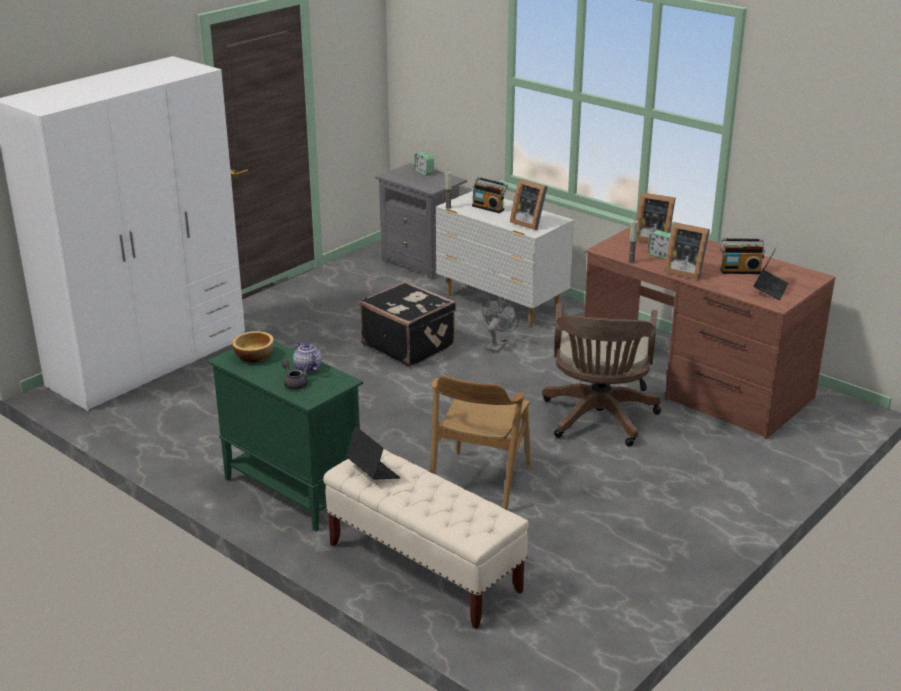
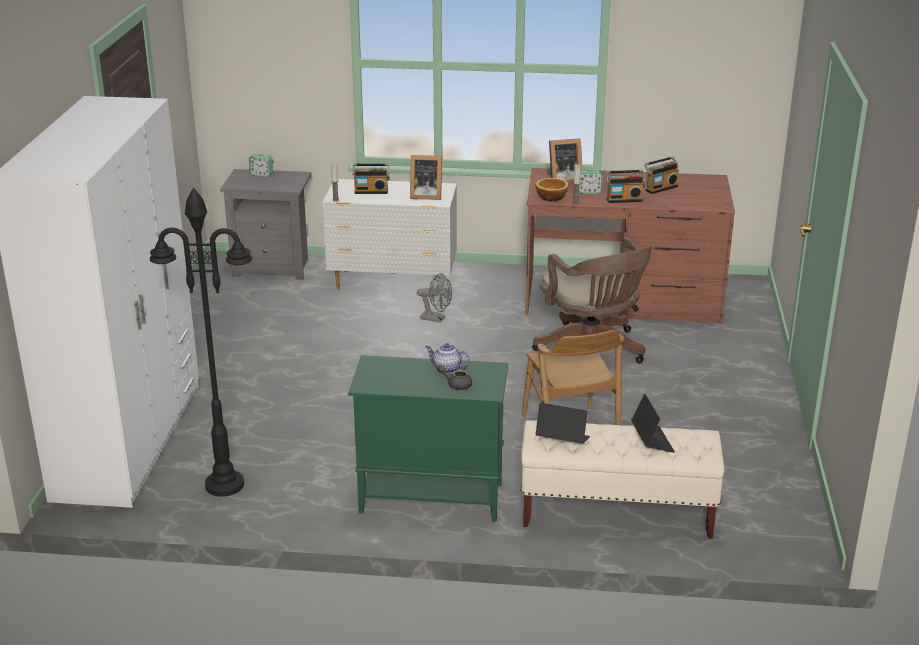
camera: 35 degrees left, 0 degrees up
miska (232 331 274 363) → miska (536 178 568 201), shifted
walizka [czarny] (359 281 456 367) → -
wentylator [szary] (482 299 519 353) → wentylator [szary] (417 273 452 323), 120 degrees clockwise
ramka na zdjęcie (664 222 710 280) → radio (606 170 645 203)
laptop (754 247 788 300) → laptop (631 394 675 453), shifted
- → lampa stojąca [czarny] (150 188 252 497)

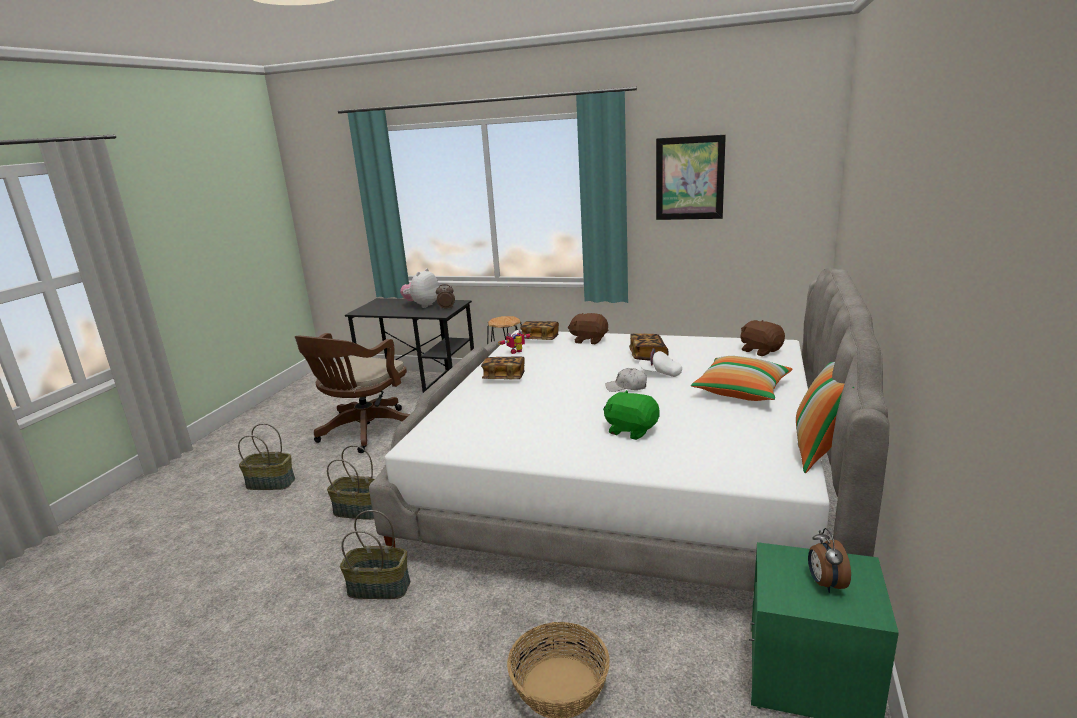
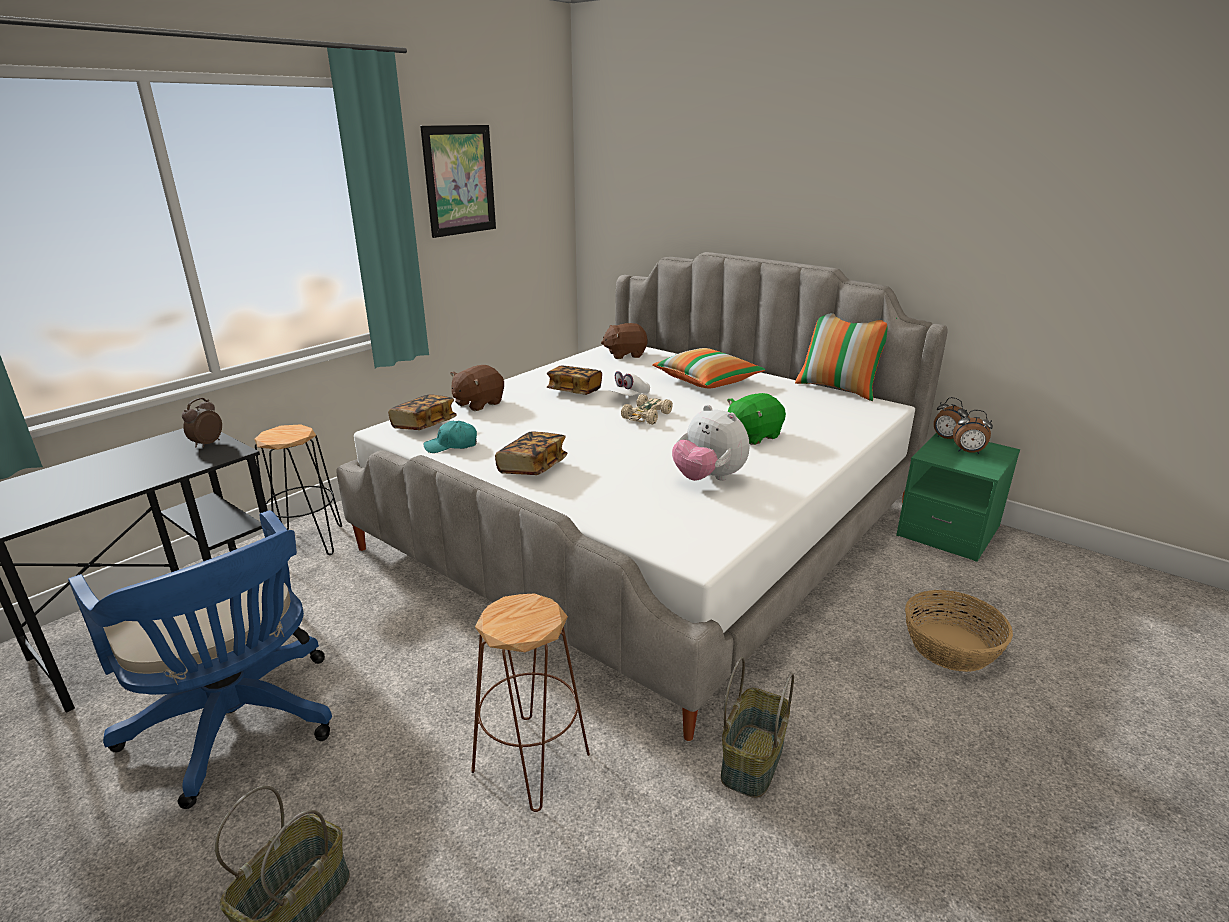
camera: 70 degrees left, 5 degrees up
krzesło biurowe [brązowy] (295 333 410 453) → krzesło biurowe [niebieski] (68 510 332 809)
koszyk (327 445 374 520) → stołek [brązowy] (472 593 590 812)
pluszak (400 268 439 308) → pluszak (672 405 749 481), shifted
robot zabawkowy (498 330 532 354) → czapka z daszkiem [turkusowy] (423 421 477 453)
czapka z daszkiem [biały] (605 368 647 392) → samochodzik [beżowy] (621 394 673 425)
- → budzik (934 397 970 439)

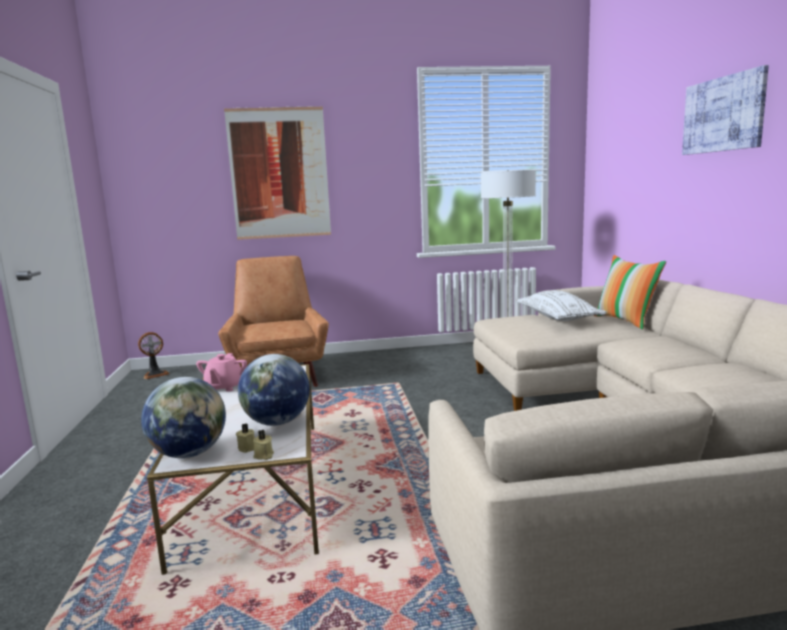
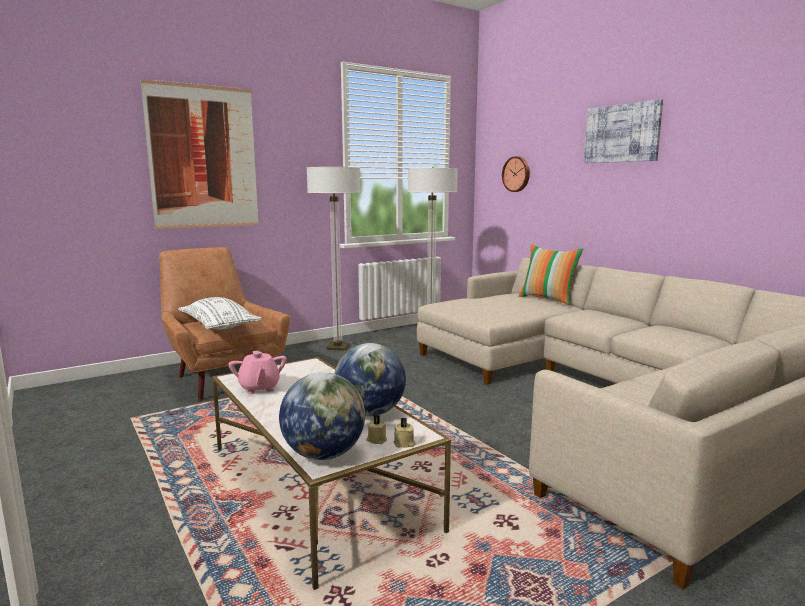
camera: 25 degrees left, 0 degrees up
wentylator (138 332 170 379) → -
poduszka [biały] (515 290 607 321) → poduszka [biały] (178 297 262 329), shifted
- → lampa stojąca (306 166 361 350)
- → zegar ścienny (502 156 530 192)

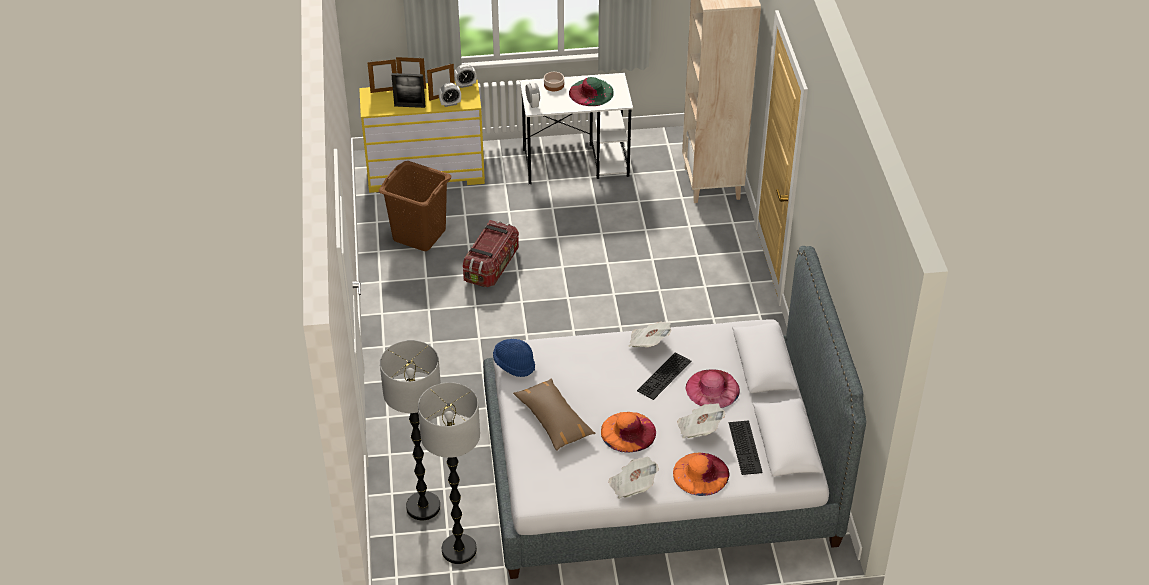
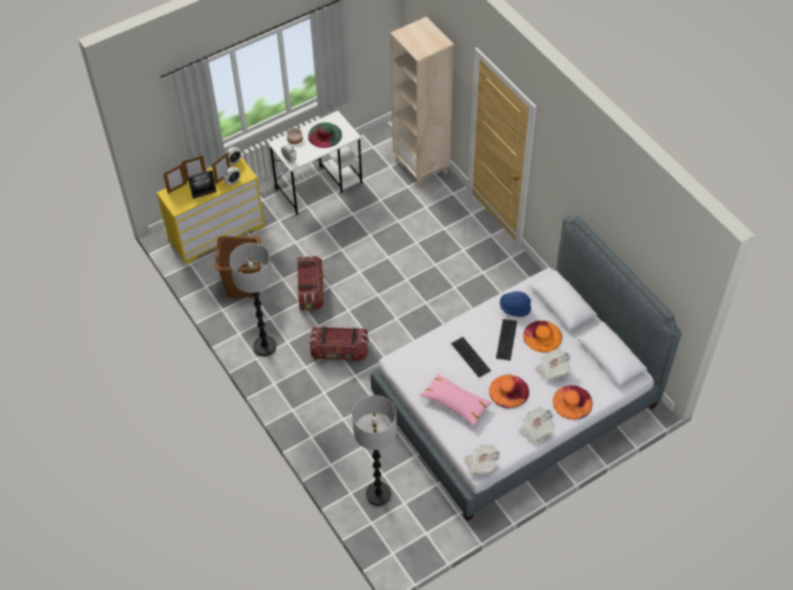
camera: 25 degrees left, 10 degrees up
lampa stojąca (418 382 480 564) → lampa stojąca (229 243 276 356), shifted
kapelusz [niebieski] (493 339 535 377) → kapelusz [niebieski] (500 291 531 317), shifted
poduszka [brązowy] (513 378 596 451) → poduszka [różowy] (420 373 492 426)
gazeta (629 321 671 347) → gazeta (464 445 500 475), shifted
kapelusz [różowy] (686 370 740 408) → kapelusz [pomarańczowy] (523 321 562 352)
klawiatura (729 420 763 475) → klawiatura (451 337 491 377), shifted
- → pojemnik do przechowywania (309 327 368 361)

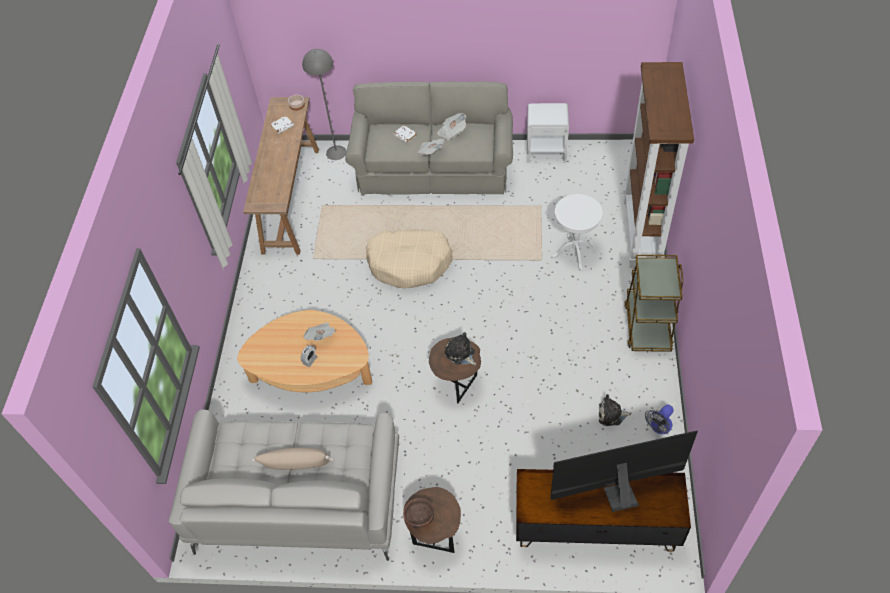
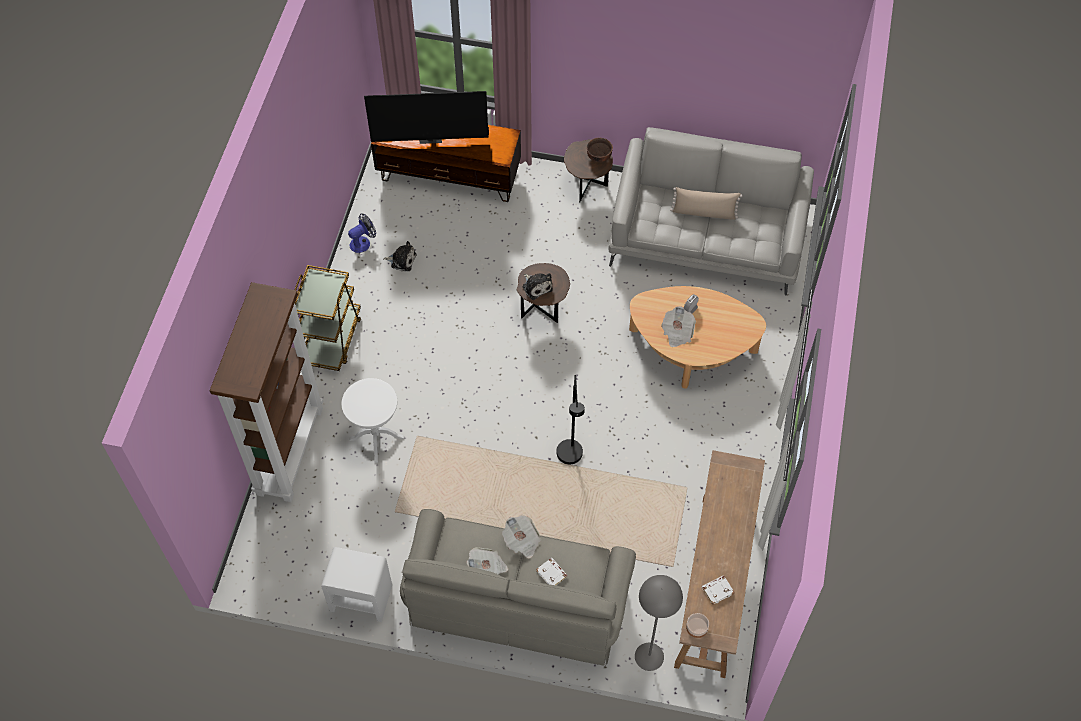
camera: 175 degrees left, 5 degrees up
legowisko [beżowy] (366 229 452 289) → lampa stojąca [czarny] (557 375 585 464)

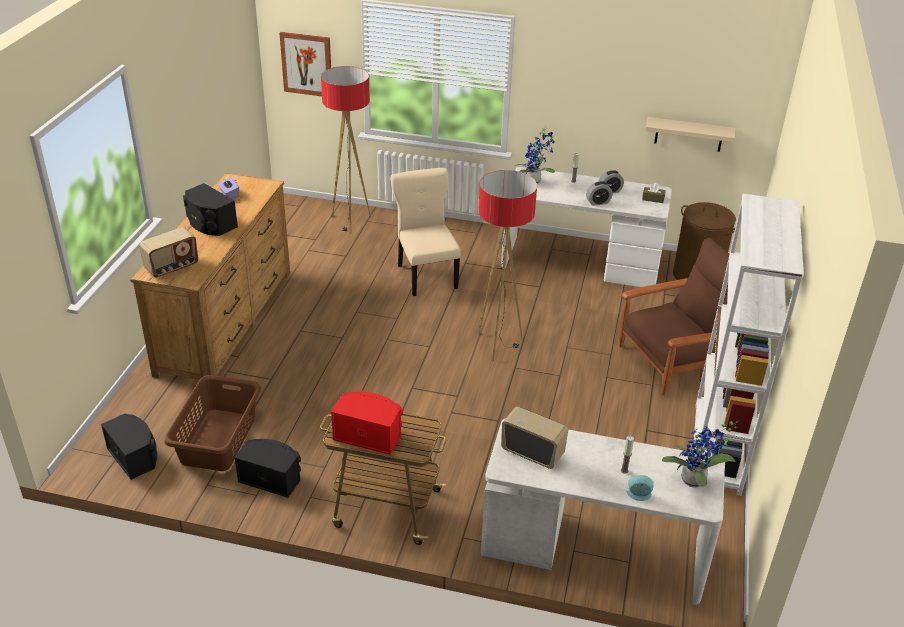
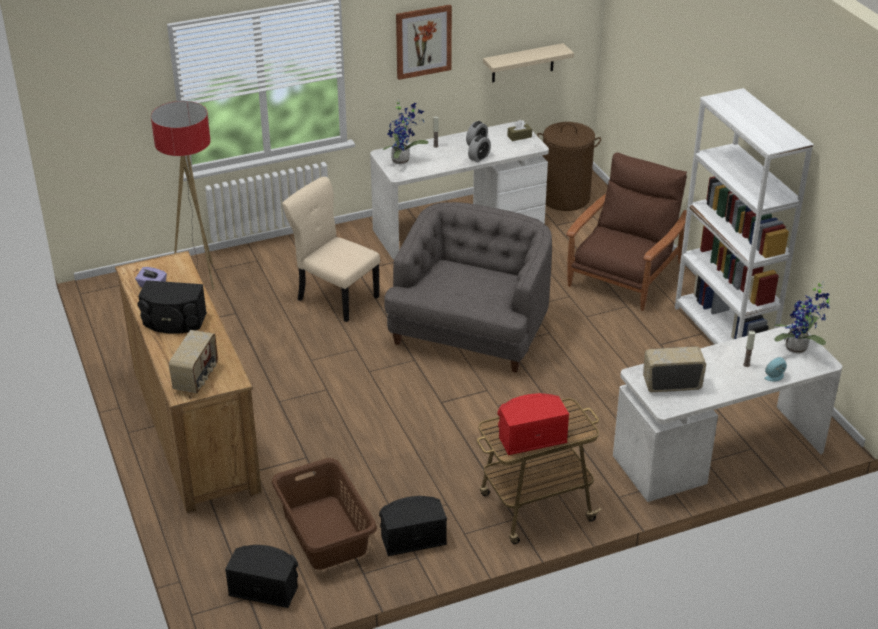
camera: 35 degrees left, 0 degrees up
obraz (279 32 331 96) → obraz (396 5 452 80), shifted
lampa stojąca (478 170 537 361) → fotel [szary] (384 202 552 373)

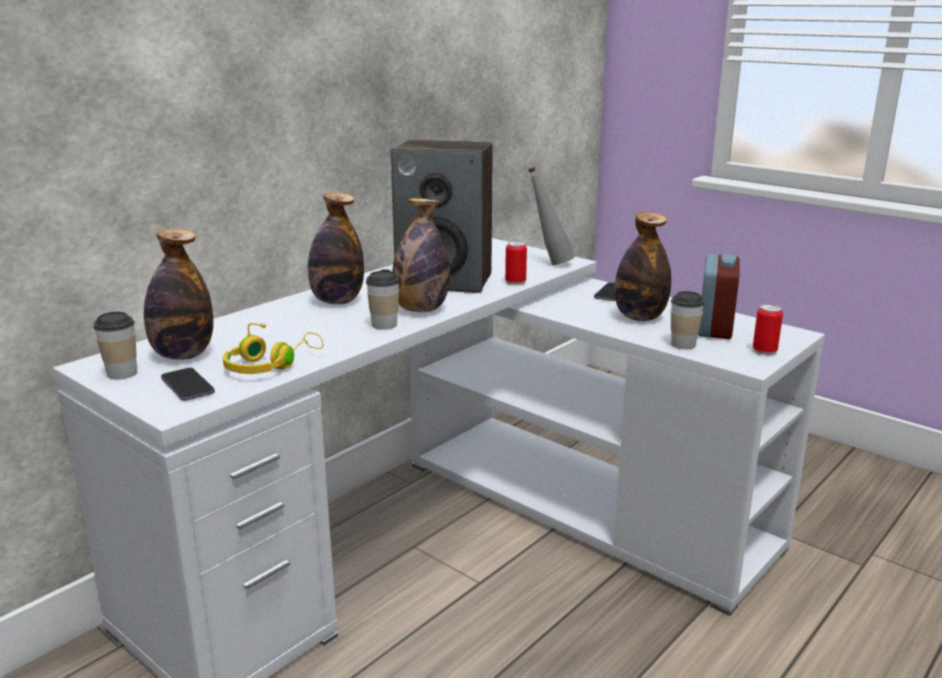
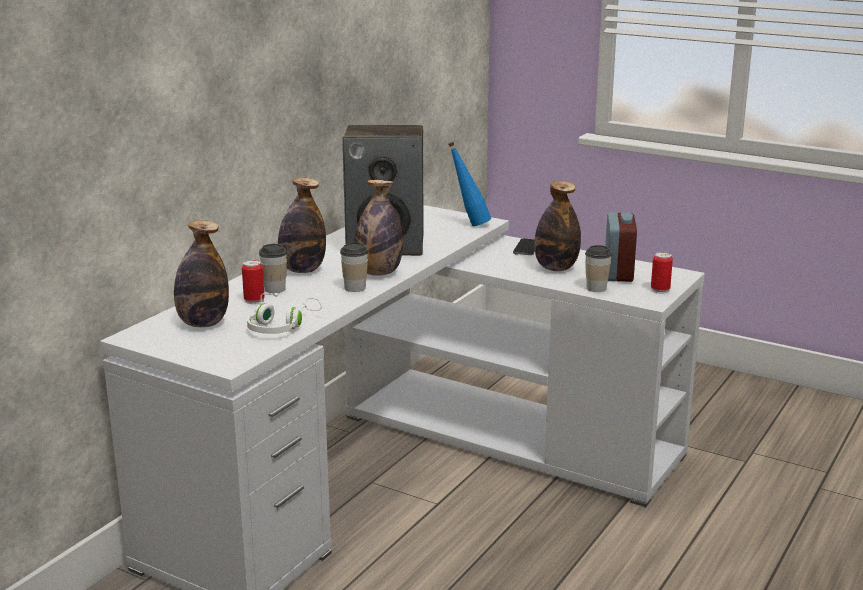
camera: 10 degrees left, 0 degrees up
filiżanka (93 312 137 380) → filiżanka (259 244 287 293), shifted
telefon (161 368 215 401) → -
słuchawki [żółty] (223 323 323 374) → słuchawki [biały] (247 293 322 334)
puszka (505 241 527 286) → puszka (242 260 265 304), shifted
butelka [szary] (528 167 574 265) → butelka [niebieski] (448 141 491 226)

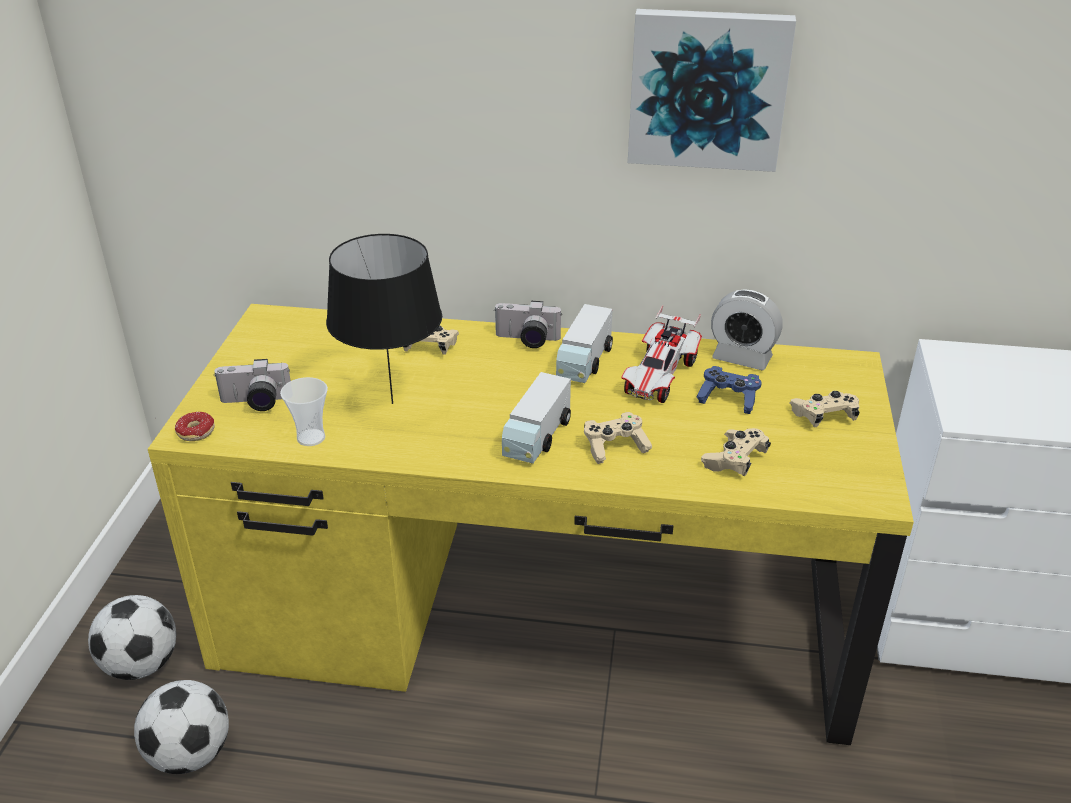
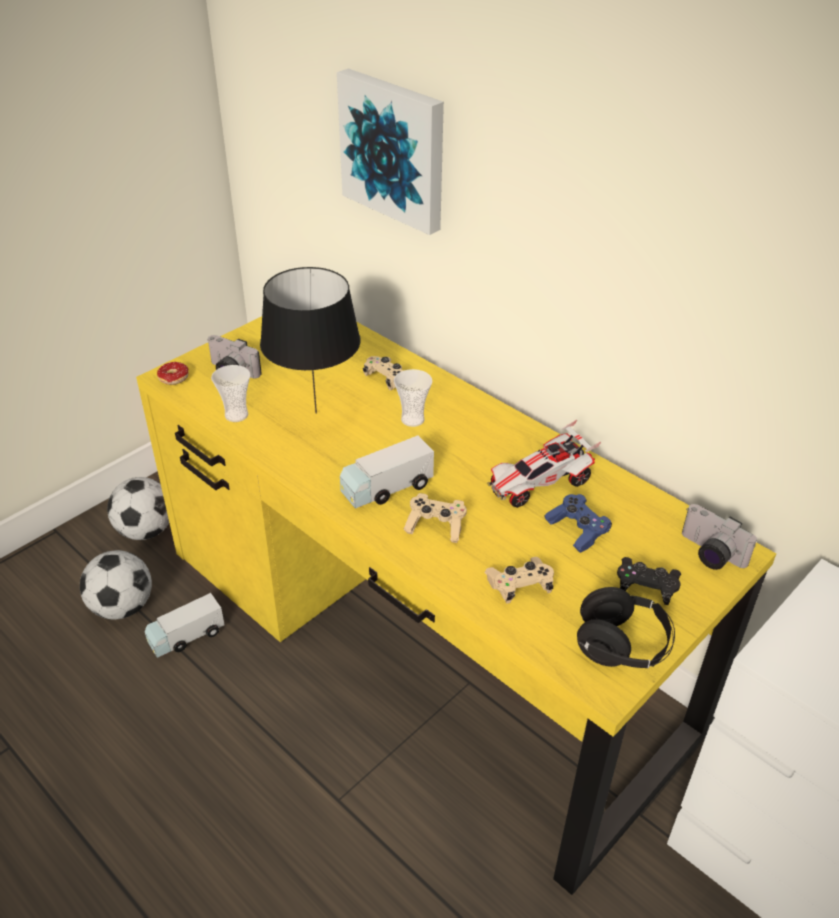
camera: 35 degrees right, 5 degrees up
aparat fotograficzny (494 301 562 348) → aparat fotograficzny (682 504 757 570), shifted
ciężarówka zabawkowa (556 304 613 383) → ciężarówka zabawkowa (145 593 225 658), shifted
obraz (628 9 796 172) → obraz (337 69 444 235), shifted
budzik (711 289 783 370) → -
pad do gier [beżowy] (790 391 859 427) → pad do gier [czarny] (617 557 681 605)
- → filiżanka (394 369 433 427)
- → słuchawki [czarny] (577 587 675 668)

